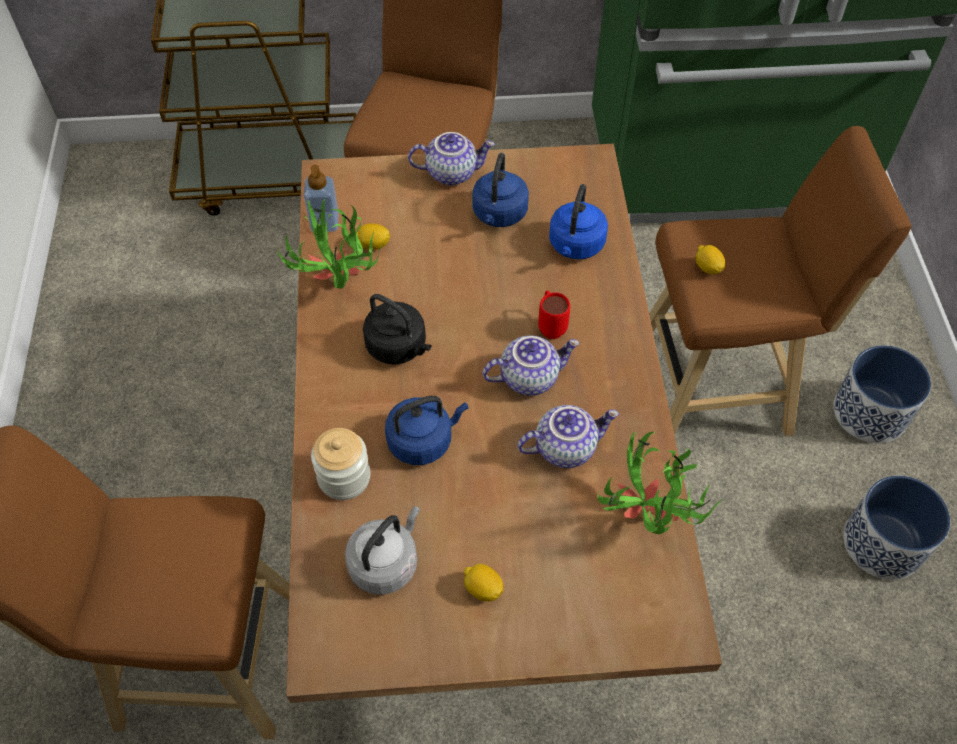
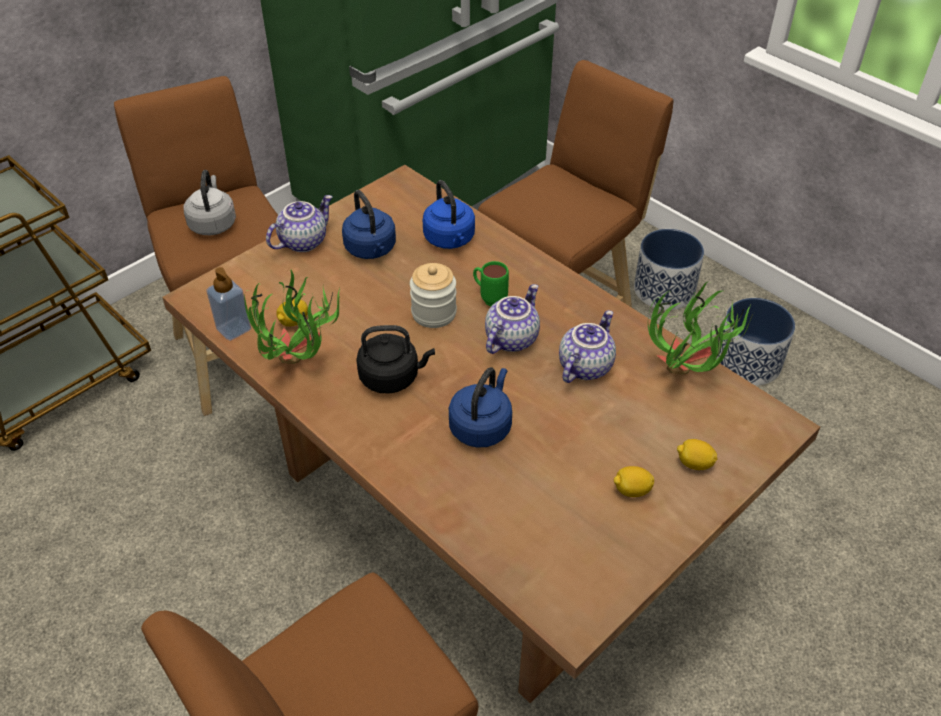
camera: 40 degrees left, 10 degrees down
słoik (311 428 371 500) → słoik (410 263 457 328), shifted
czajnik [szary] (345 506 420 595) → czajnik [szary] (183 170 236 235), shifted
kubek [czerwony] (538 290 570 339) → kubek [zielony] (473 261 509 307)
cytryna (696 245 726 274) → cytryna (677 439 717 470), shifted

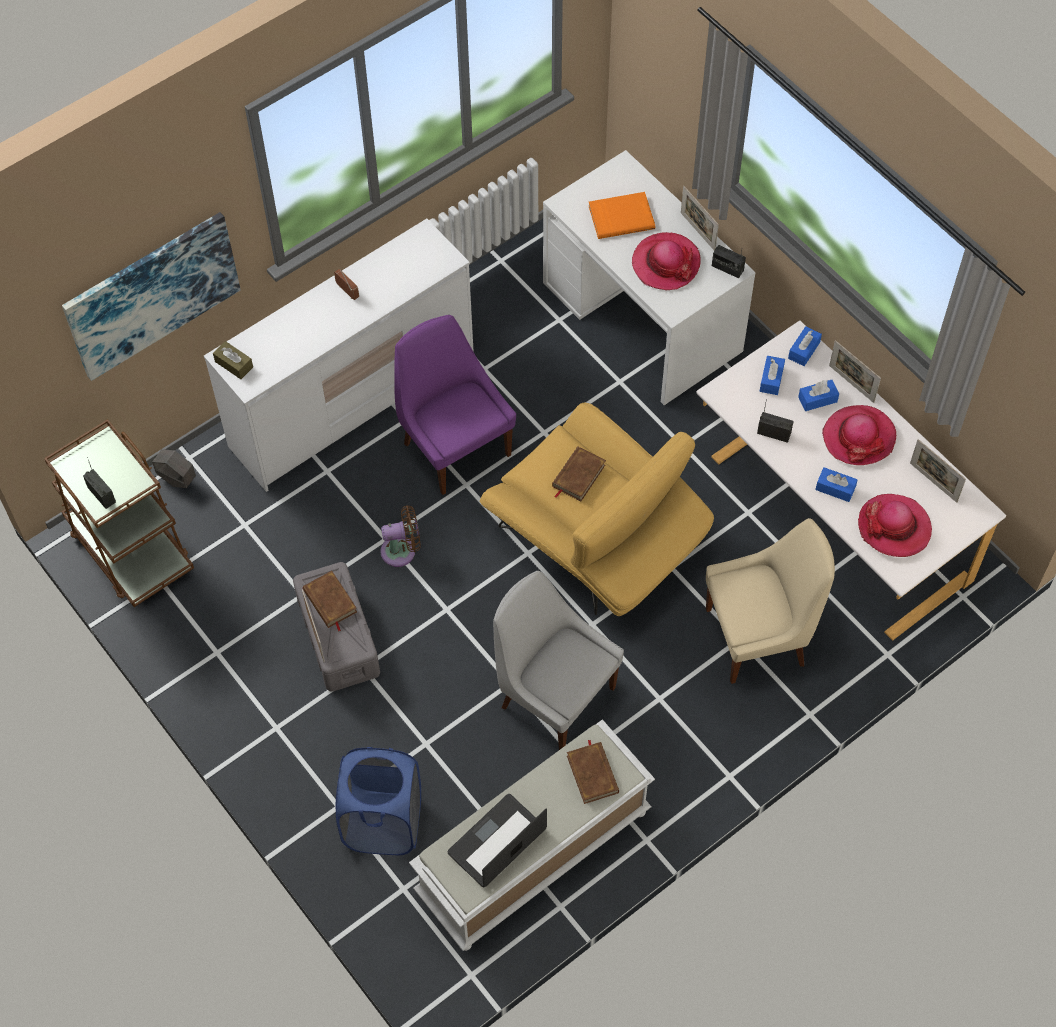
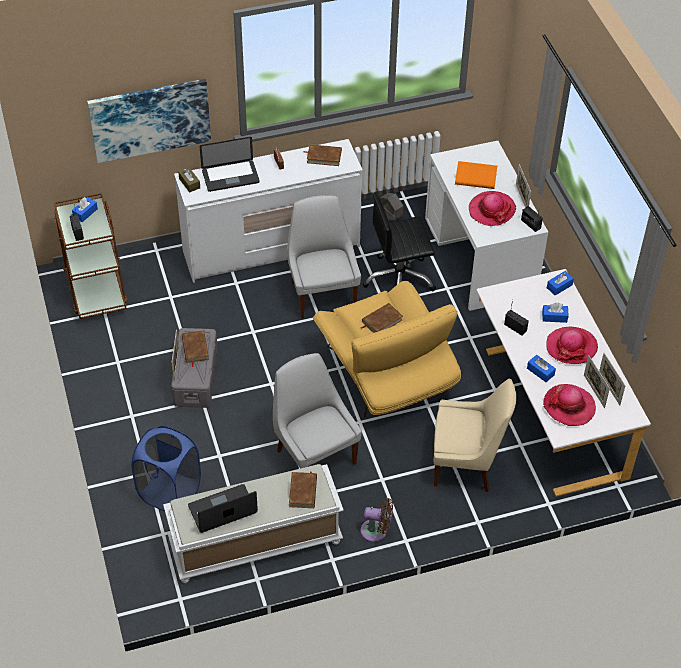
camera: 20 degrees right, 10 degrees down
donica [szary] (152 449 196 488) → donica [szary] (380 193 403 220), shifted
wentylator [brązowy] (380 505 421 567) → wentylator [brązowy] (360 498 393 542), shifted
krzesło [fioletowy] (394 315 516 495) → krzesło [biały] (287 195 361 318)
pudełko chusteczek [niebieski] (760 356 785 395) → pudełko chusteczek [niebieski] (72 197 98 222), shifted
ramka na zdjęcie (829 340 881 403) → ramka na zdjęcie (584 355 610 408), shifted
- → laptop (200 137 260 192)
- → książka [brązowy] (304 144 342 166)
- → krzesło biurowe [czarny] (363 193 436 291)

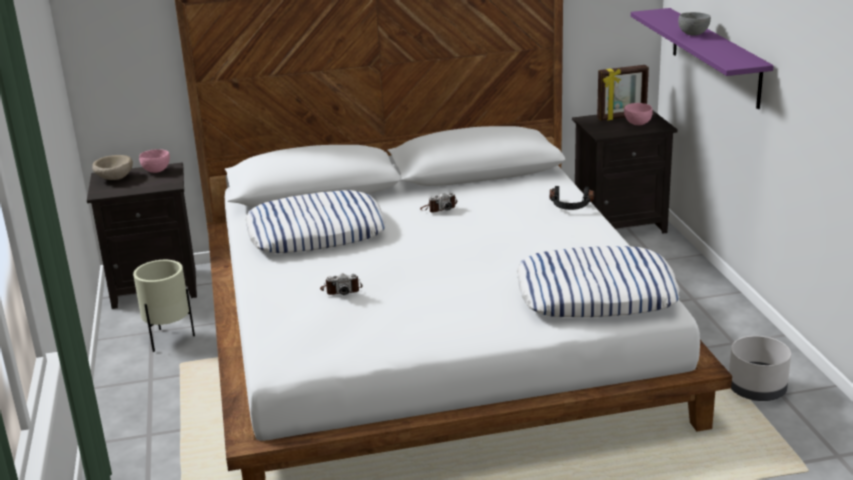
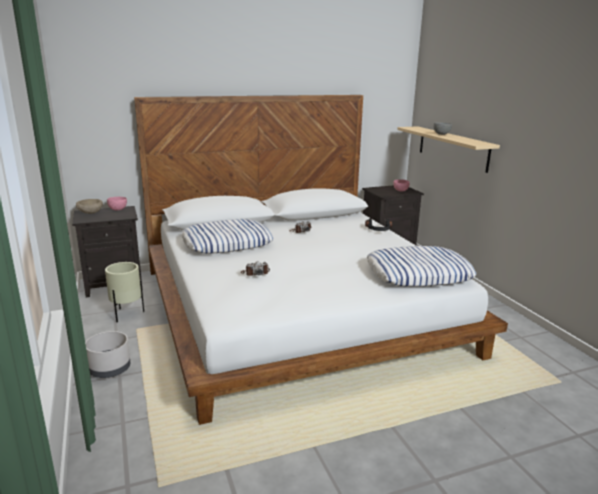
camera: 10 degrees left, 5 degrees down
ramka na zdjęcie (597 65 649 121) → -
półka [fioletowy] (631 8 774 109) → półka [beżowy] (397 126 500 173)
donica [szary] (729 336 791 401) → donica [szary] (85 331 131 378), shifted

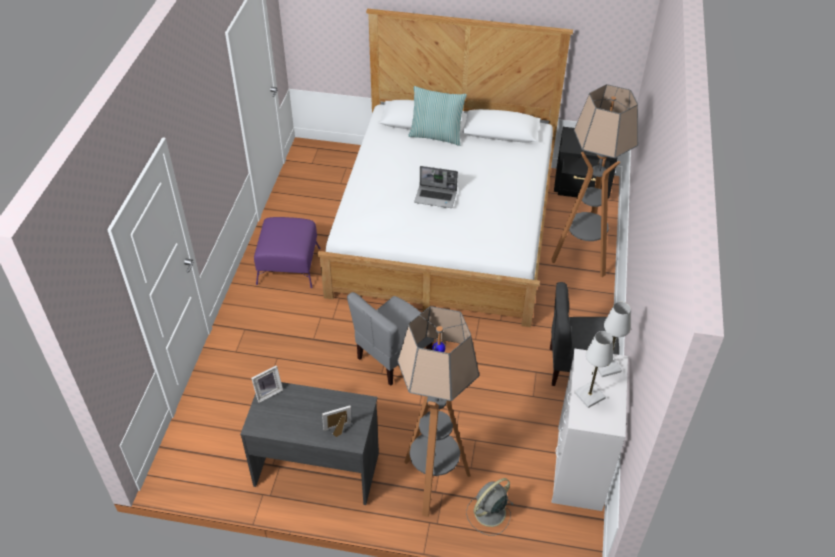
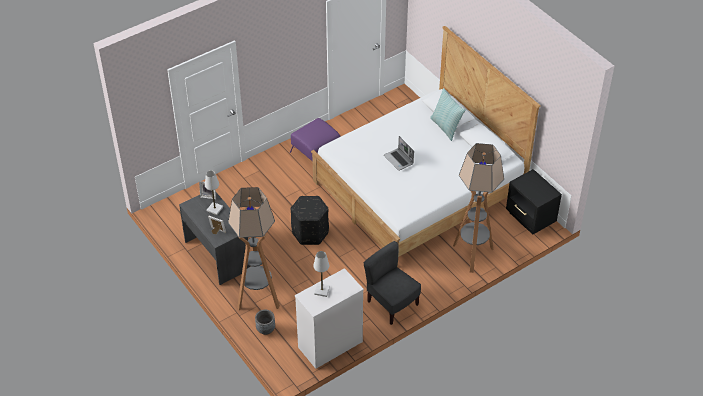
camera: 45 degrees right, 0 degrees up
krzesło [szary] (347 292 434 386) → pufa [czarny] (291 196 329 245)
wentylator [szary] (466 478 513 536) → donica [szary] (255 310 275 335)
lampa stołowa [biały] (597 302 631 377) → lampa stołowa [biały] (205 171 223 215), shifted

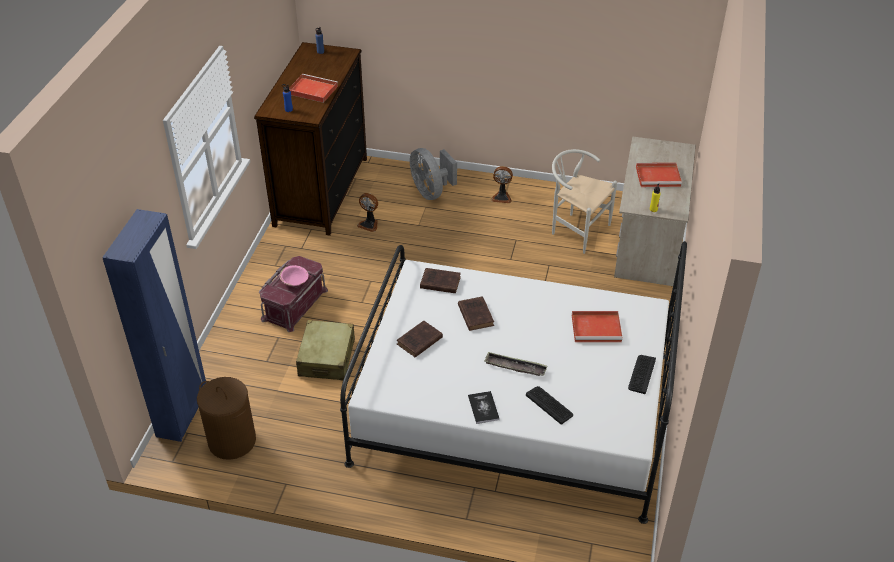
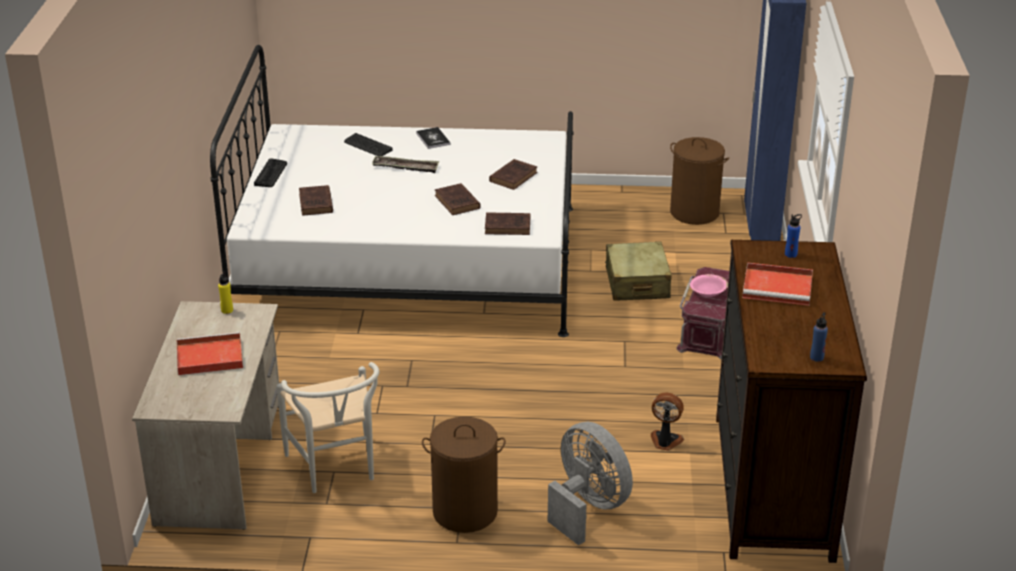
camera: 170 degrees right, 10 degrees down
wentylator (491 166 513 203) → kosz na pranie [brązowy] (422 417 506 533)
krzesło [biały] (552 149 617 254) → krzesło [biały] (276 362 379 493), 45 degrees clockwise
taca [czerwony] (572 311 622 342) → książka [brązowy] (299 185 333 215)

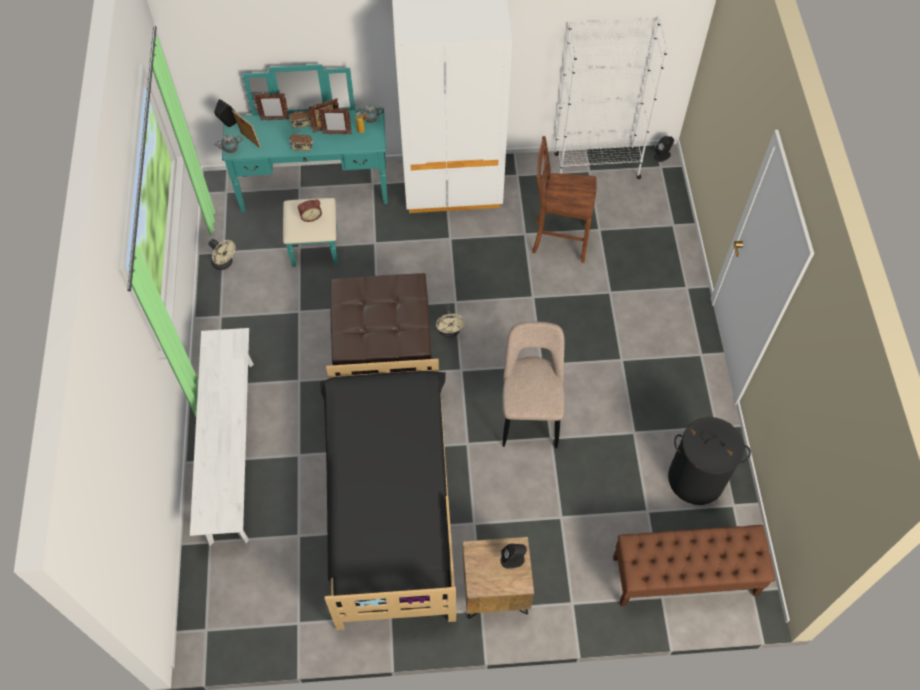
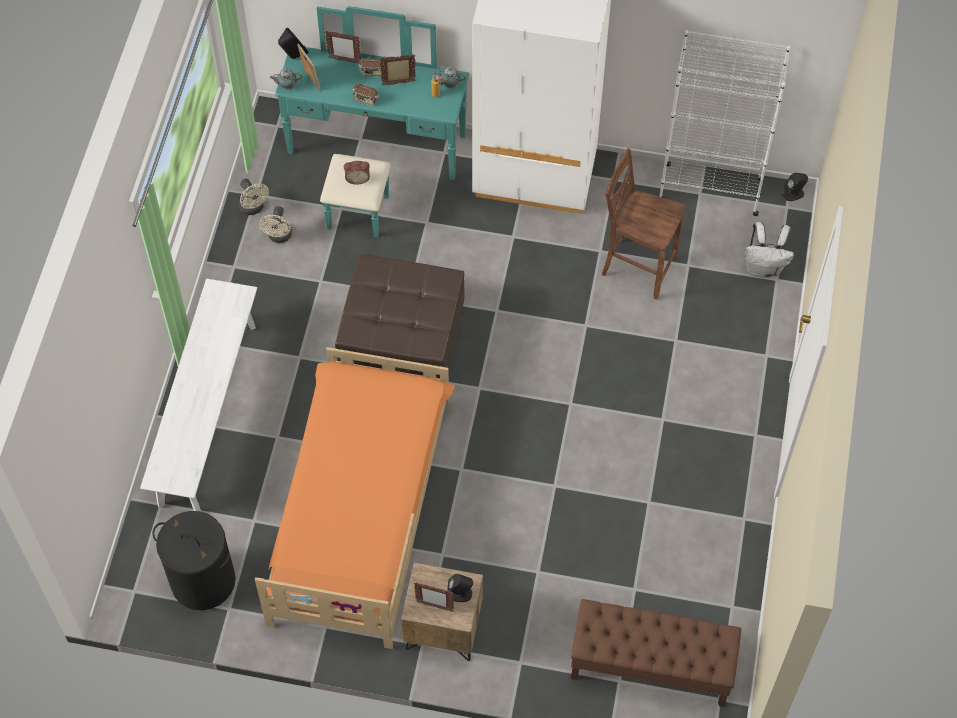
camera: 15 degrees right, 0 degrees up
ramka na zdjęcie (318 108 352 135) → ramka na zdjęcie (414 582 454 612), shifted
łóżko [czarny] (320 359 456 630) → łóżko [pomarańczowy] (255 347 456 649)
wentylator [beżowy] (436 305 465 338) → wentylator [beżowy] (259 206 292 243), shifted
krzesło [beżowy] (502 322 565 448) → -
kosz na pranie [czarny] (668 417 751 505) → kosz na pranie [czarny] (152 511 235 610), shifted
- → plecak [biały] (744 222 794 278)

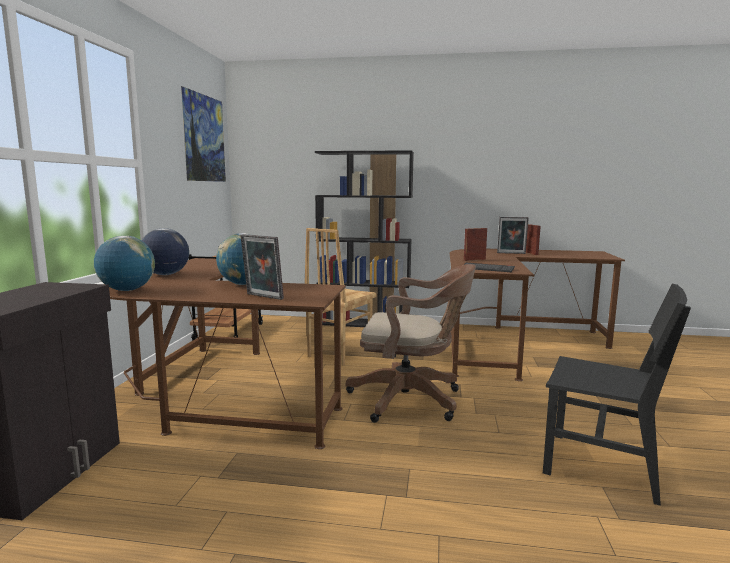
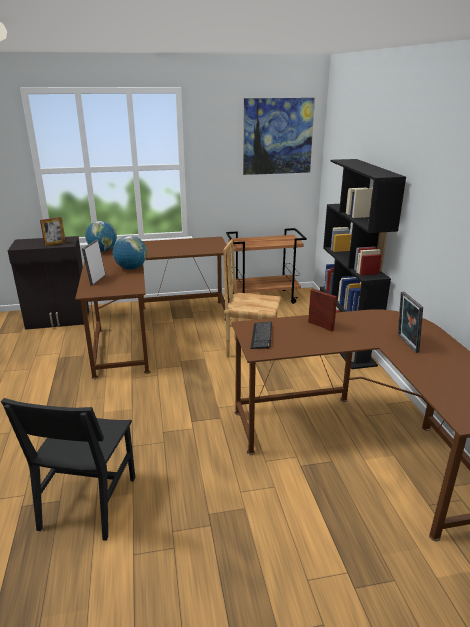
camera: 70 degrees right, 15 degrees up
globus (141 228 189 275) → -
krzesło biurowe [brązowy] (346 264 476 423) → -
ramka na zdjęcie (526 224 541 255) → ramka na zdjęcie (40 217 66 246), shifted

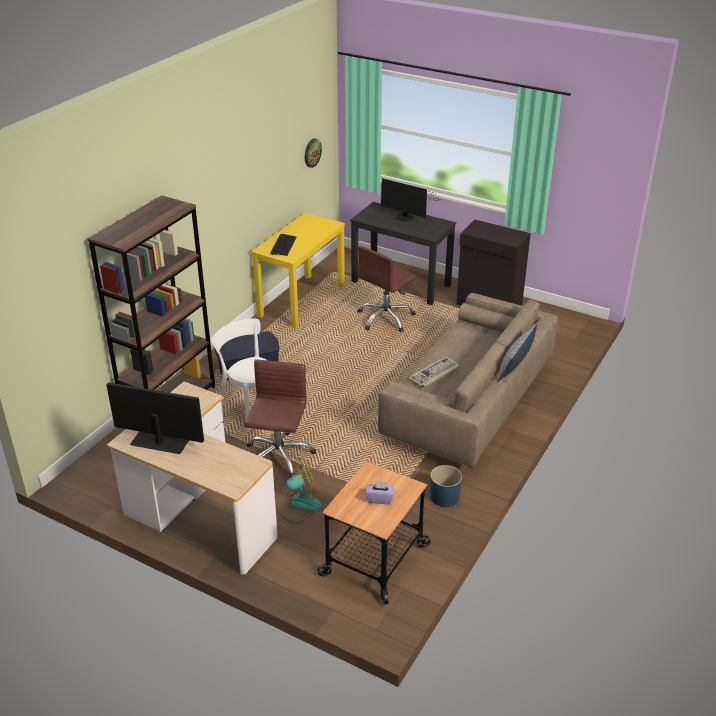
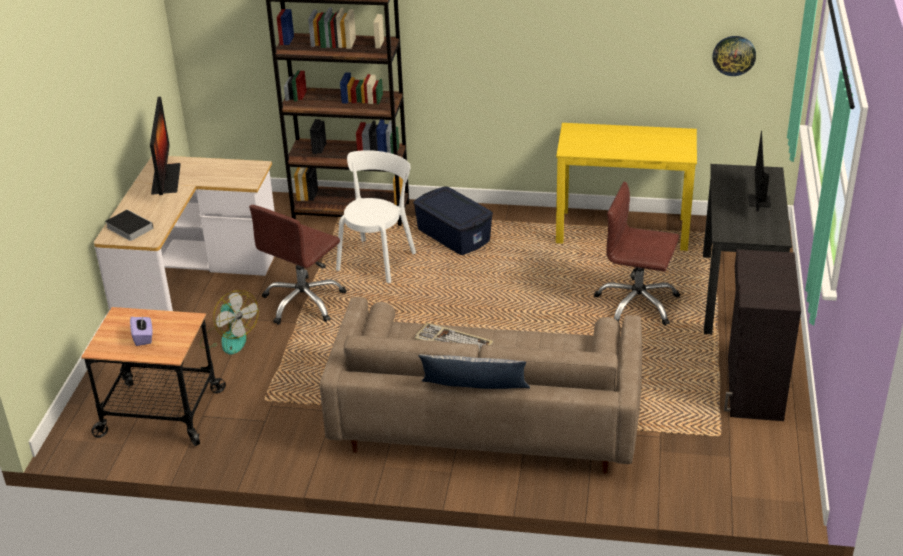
camera: 70 degrees right, 0 degrees up
krzesło biurowe [brązowy] (244 359 316 478) → krzesło biurowe [brązowy] (249 205 346 325), 135 degrees clockwise
klawiatura (270 234 296 256) → -
donica [niebieski] (430 465 462 507) → -
- → książka (105 209 153 241)

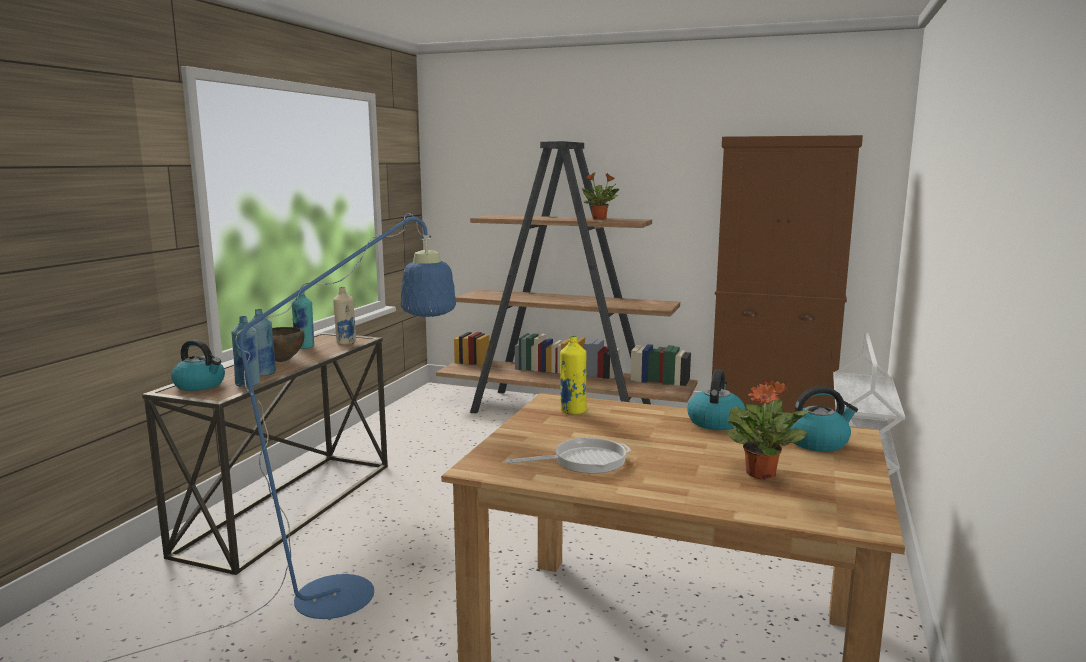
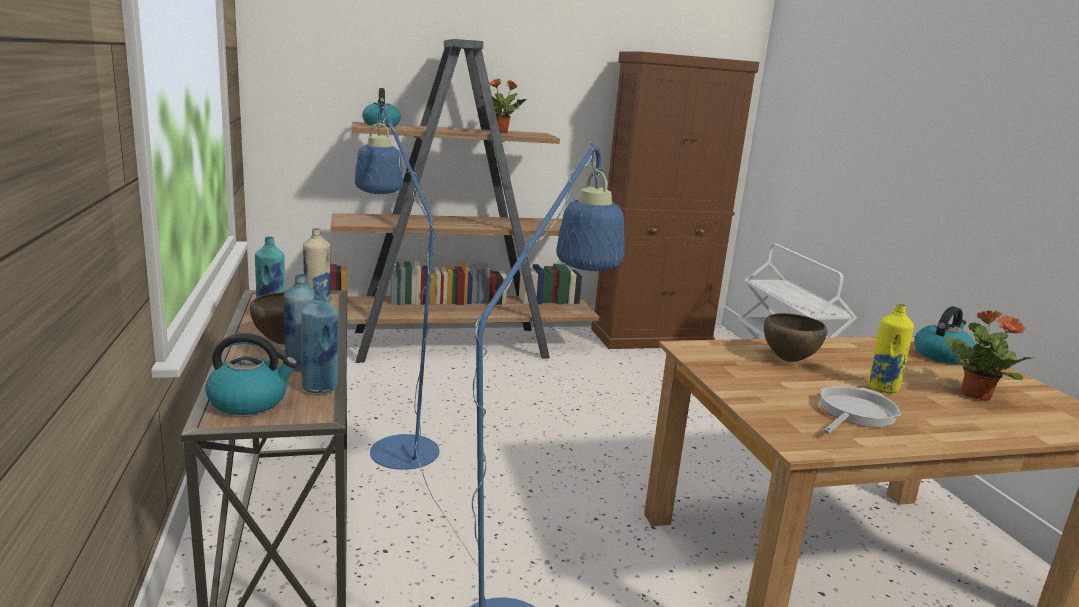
camera: 35 degrees left, 5 degrees up
butelka [żółty] (560 335 587 415) → butelka [żółty] (868 303 914 393), shifted
czajnik (687 370 745 430) → czajnik (362 88 401 127), shifted
- → lampa stojąca [niebieski] (355 103 478 566)
- → miska [brązowy] (764 313 827 362)

